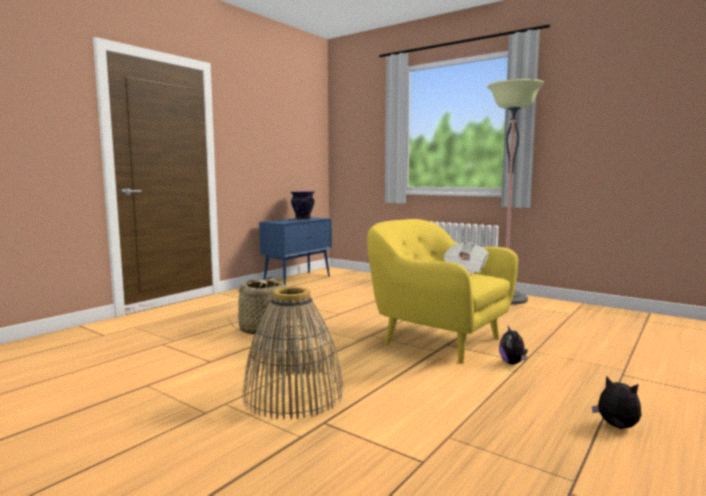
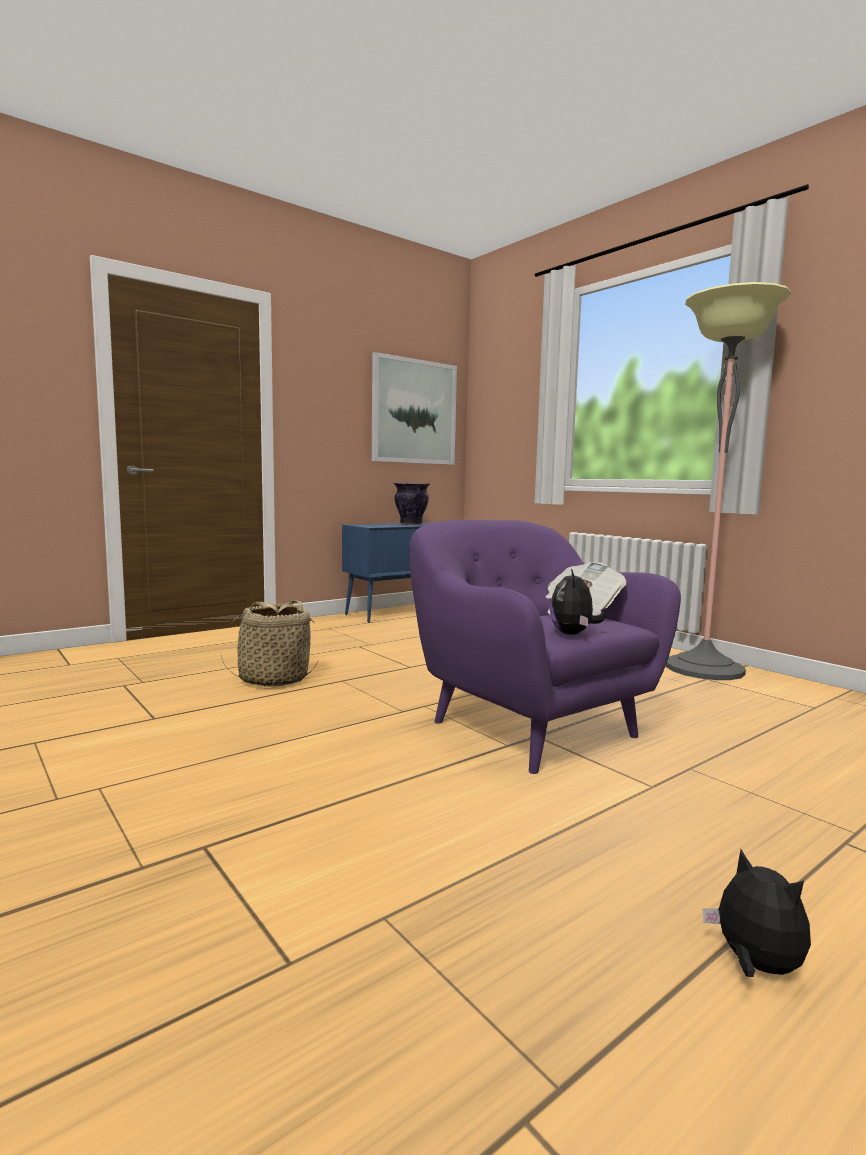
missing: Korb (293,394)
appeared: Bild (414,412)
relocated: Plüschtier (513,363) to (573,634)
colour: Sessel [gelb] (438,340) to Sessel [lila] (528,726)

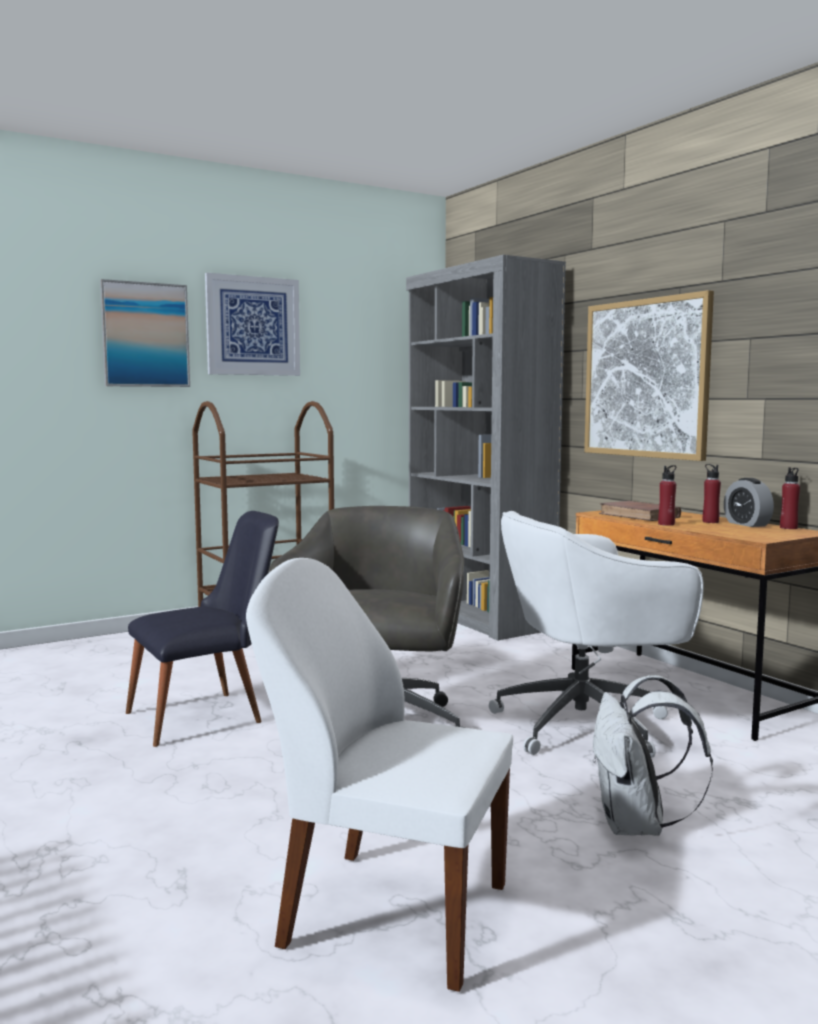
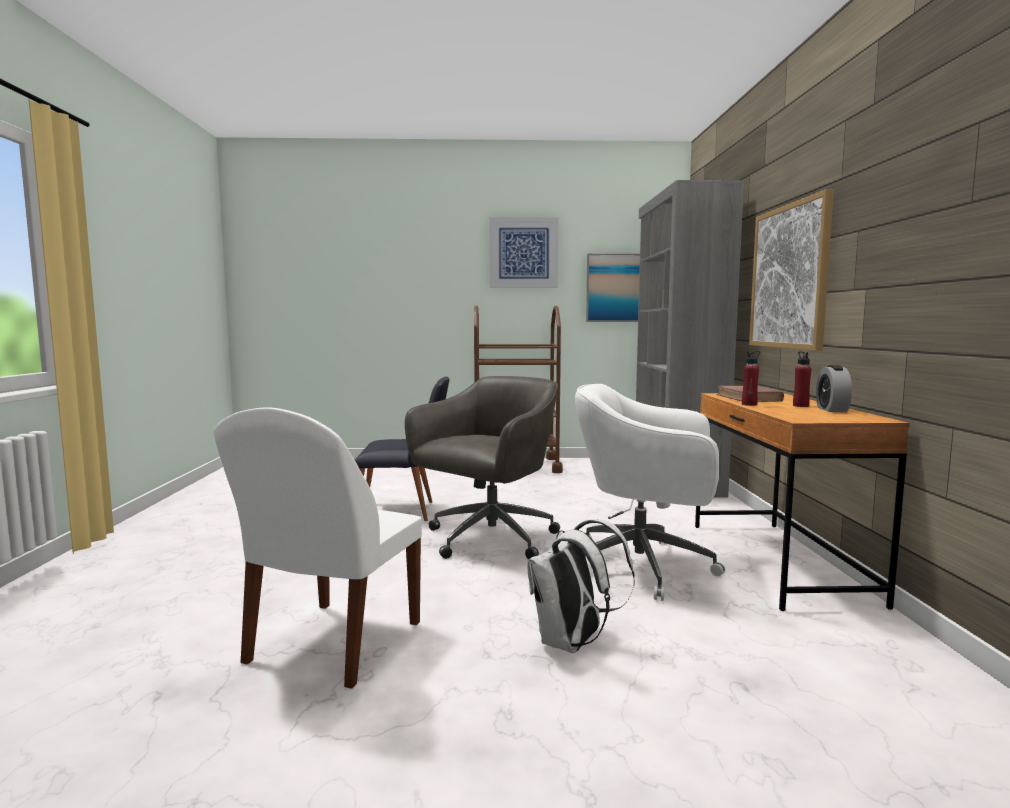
missing: Flasche [rot] (788,528)
relocated: Bild (145,335) to (613,288)
spun: Stuhl [weiß] (389,913) = (332,645) 120 degrees counterclockwise

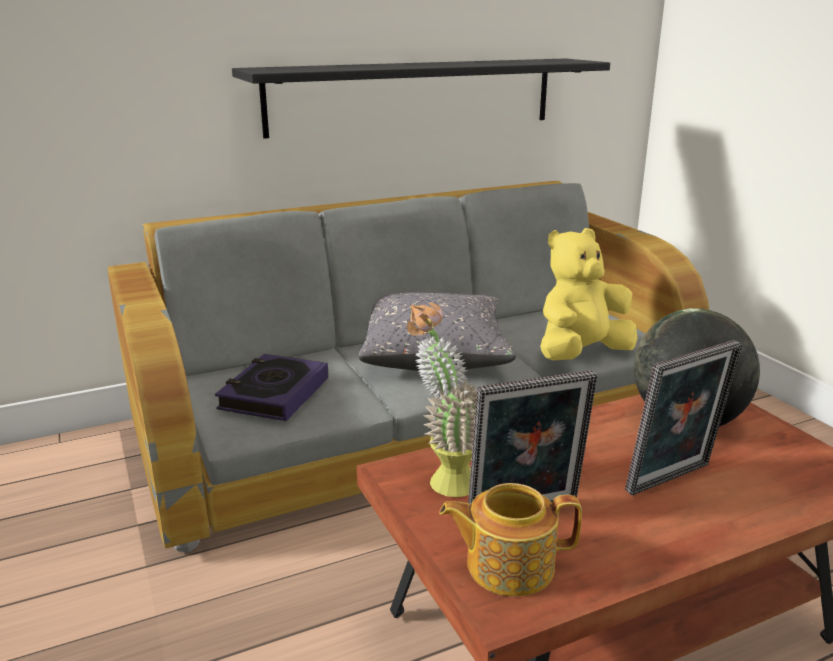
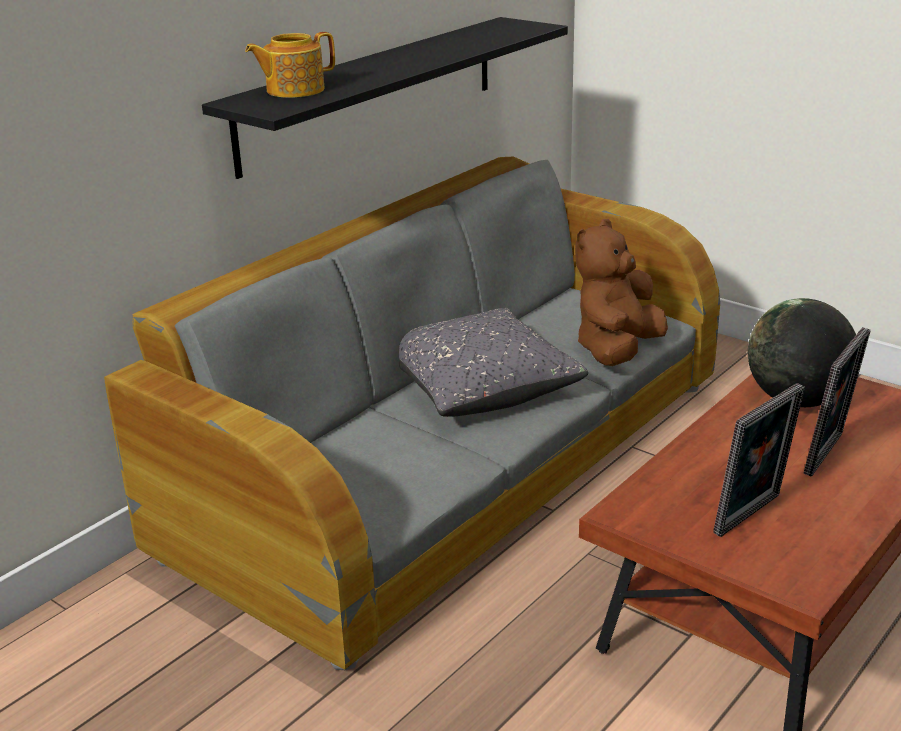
missing: Buch (274,394); Topfpflanze (443,478)
relocated: Teekanne (507,565) to (294,90)
colour: Plüschtier [gelb] (581,354) to Plüschtier [braun] (617,351)

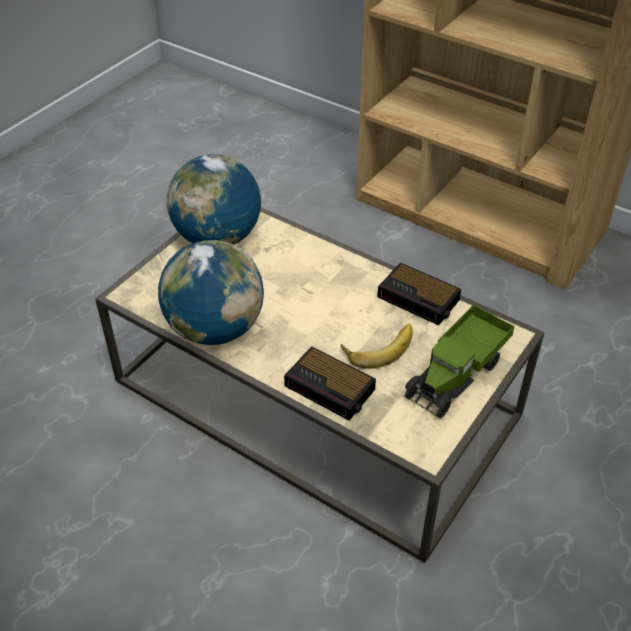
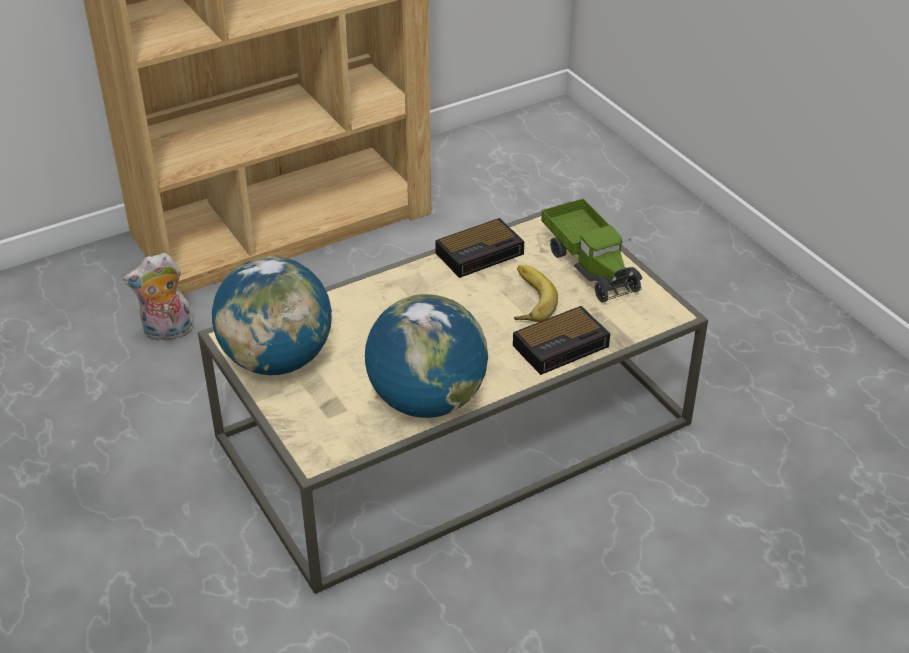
appeared: Plüschtier (167,333)

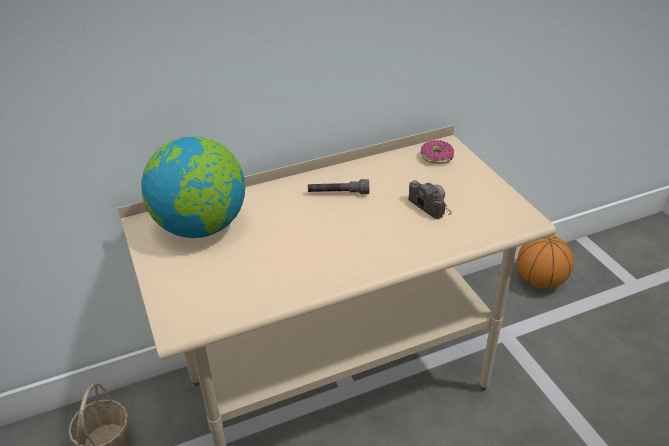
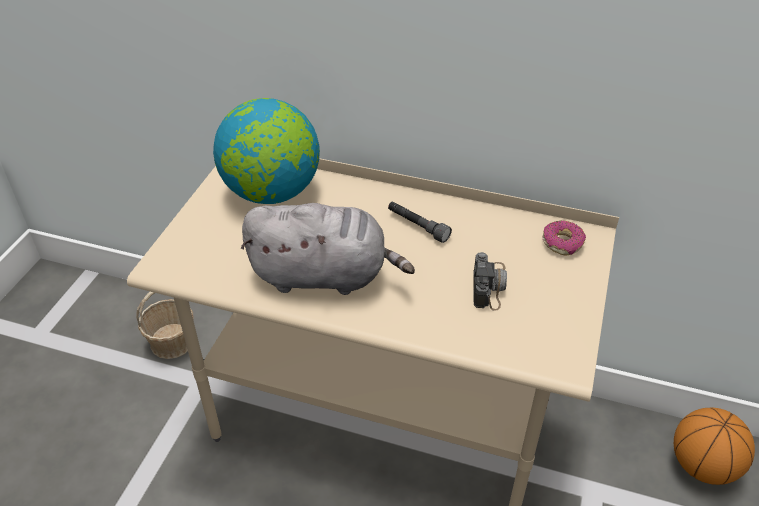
appeared: Plüschtier [grau] (324,276)

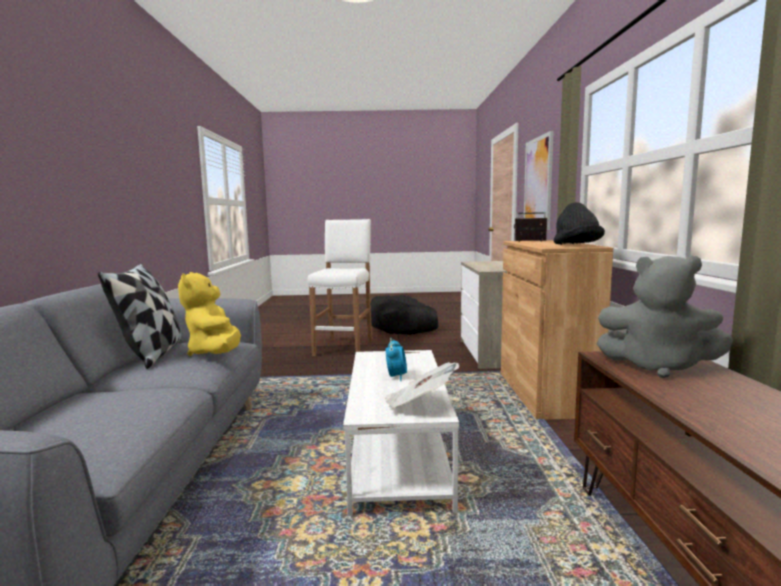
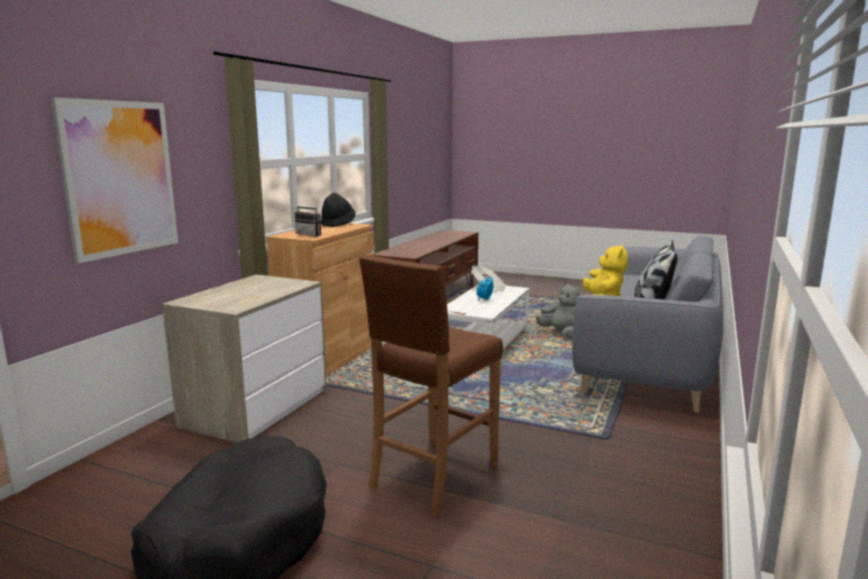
relocated: Plüschtier [grau] (657,367) to (561,334)
colour: Hocker [weiß] (344,347) to Hocker [braun] (433,476)

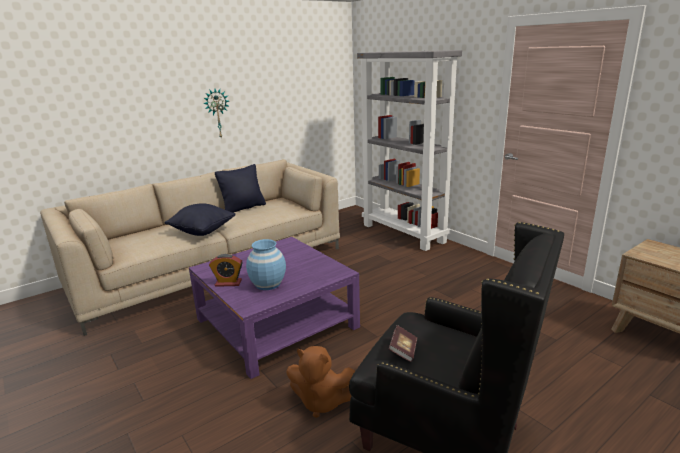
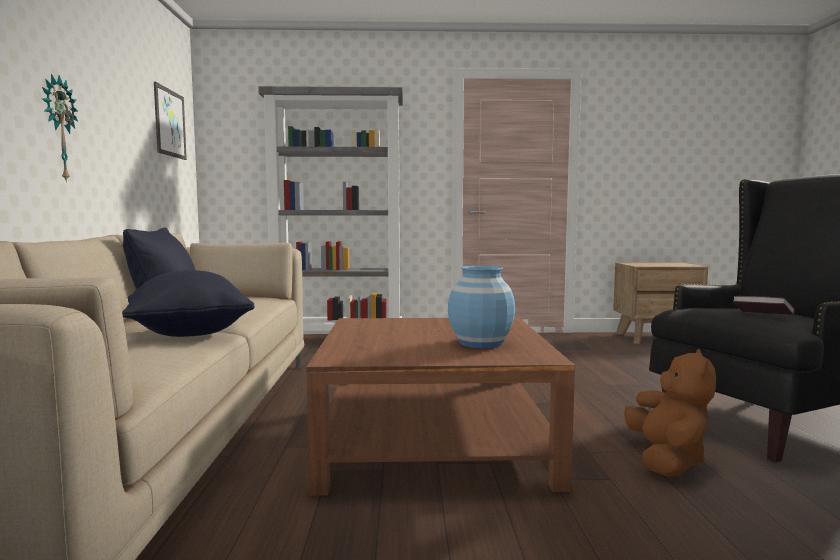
missing: Wecker (228,283)
appeared: Bild (170,123)
colour: Couchtisch [lila] (276,323) to Couchtisch [braun] (433,440)
spun: Plüschtier [braun] (322,401) = (667,460) 45 degrees counterclockwise

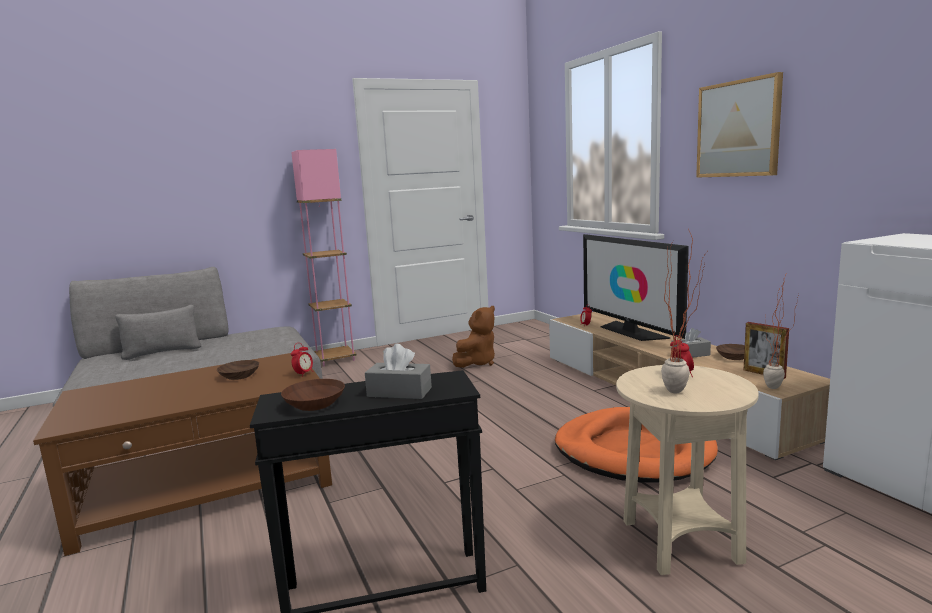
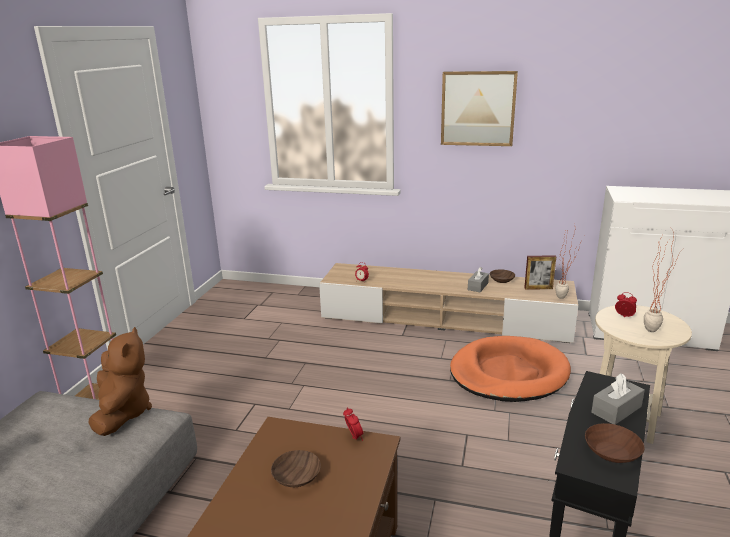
missing: Fernseher (631,331)
relocated: Plüschtier [braun] (477,363) to (123,413)

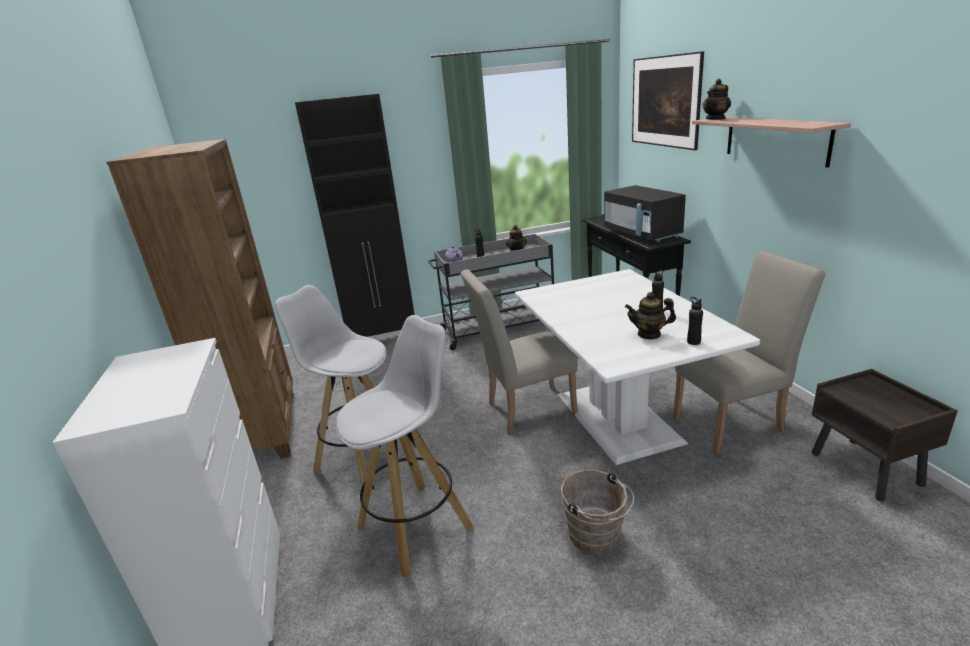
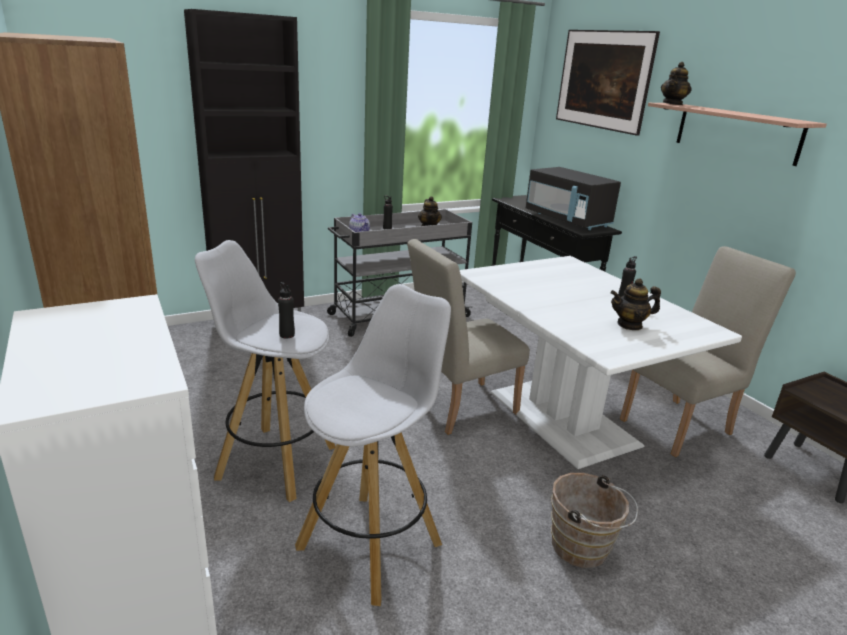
relocated: Flasche [schwarz] (693,342) to (287,335)

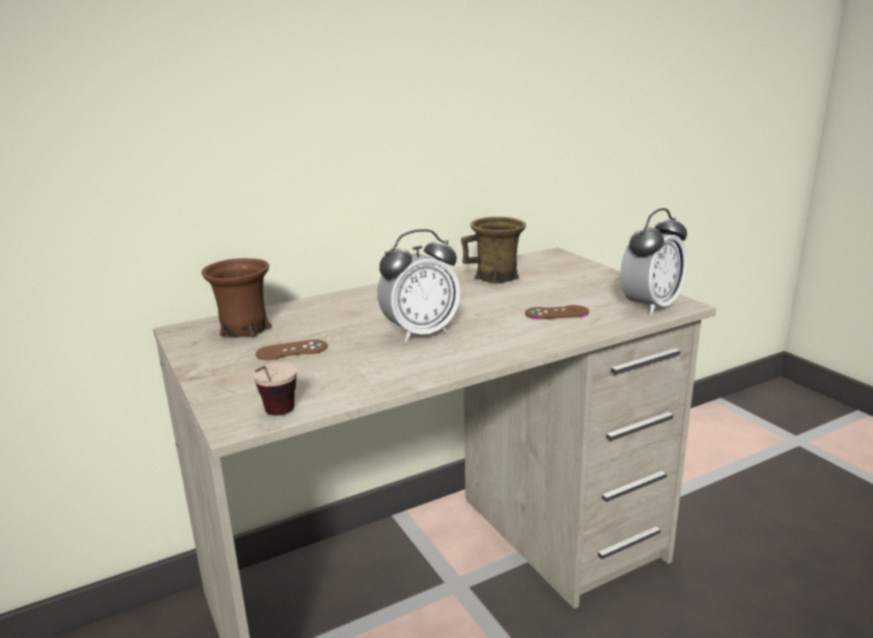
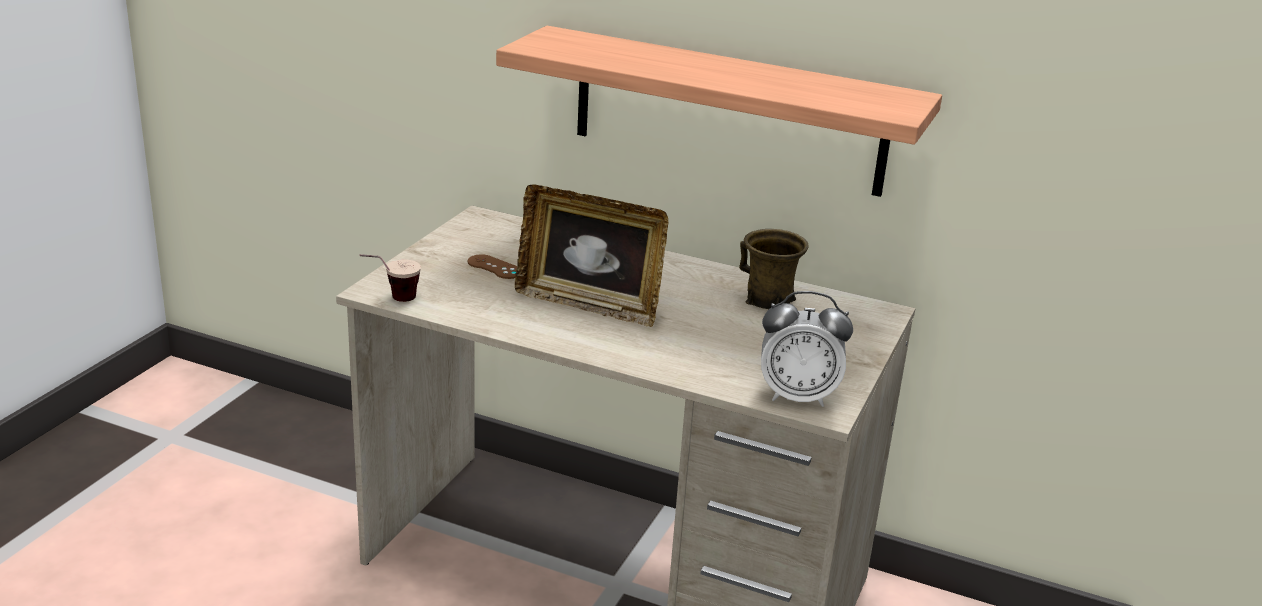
missing: Henkelbecher [braun] (243,329); Gamepad [braun] (557,313)
appeared: Wandregal (728,111)
exchanged: Wecker (420,333) to Bilderrahmen (589,304)

